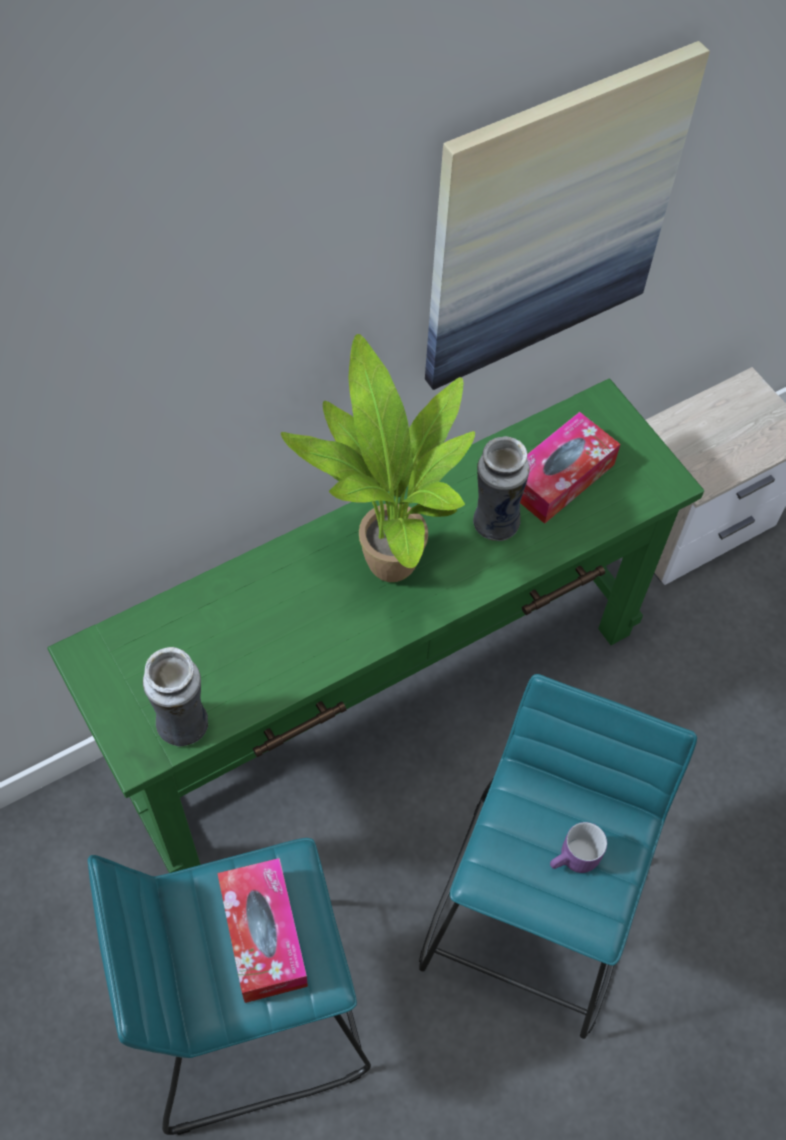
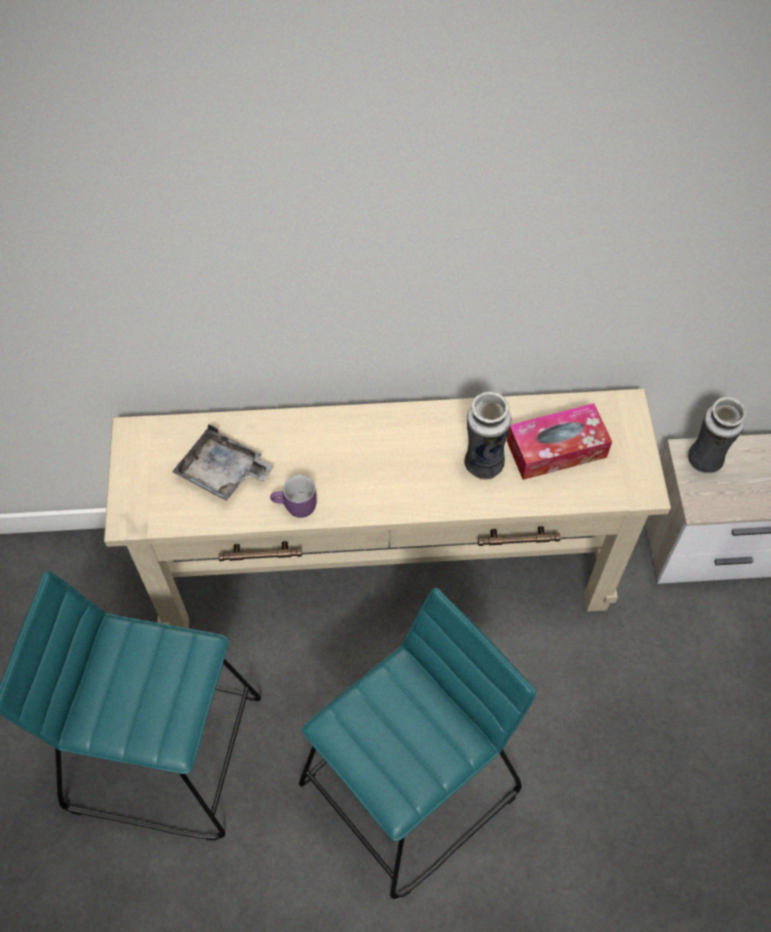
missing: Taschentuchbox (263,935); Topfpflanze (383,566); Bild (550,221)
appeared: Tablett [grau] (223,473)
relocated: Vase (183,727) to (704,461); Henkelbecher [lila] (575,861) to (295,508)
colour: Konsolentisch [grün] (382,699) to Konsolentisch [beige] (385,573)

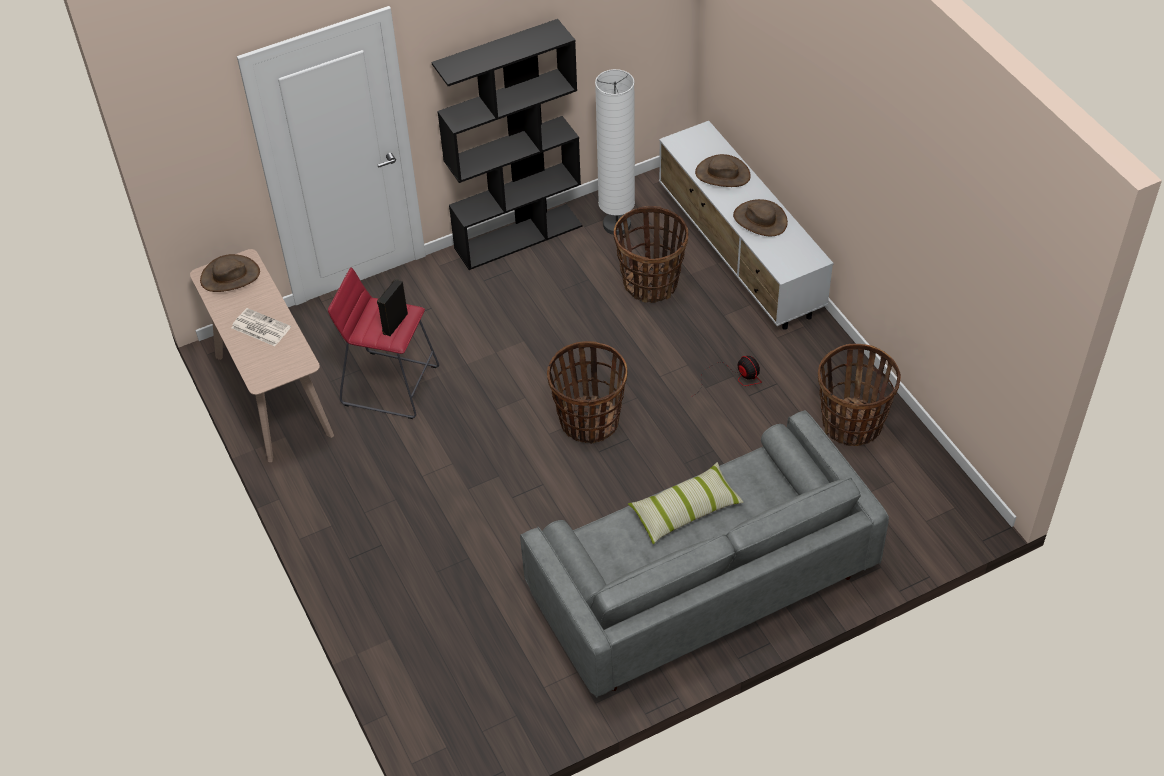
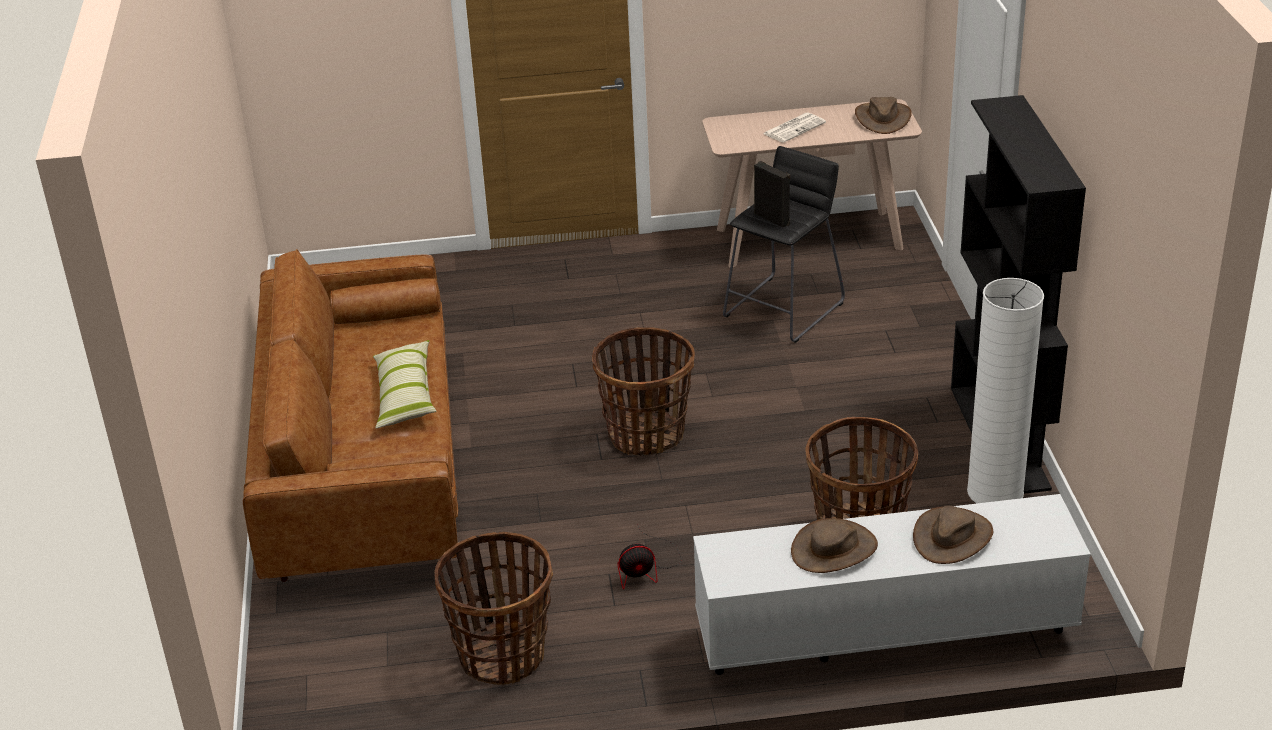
colour: Hocker [rot] (390,385) to Hocker [schwarz] (783,309); Sofa [grau] (701,584) to Sofa [braun] (364,467)

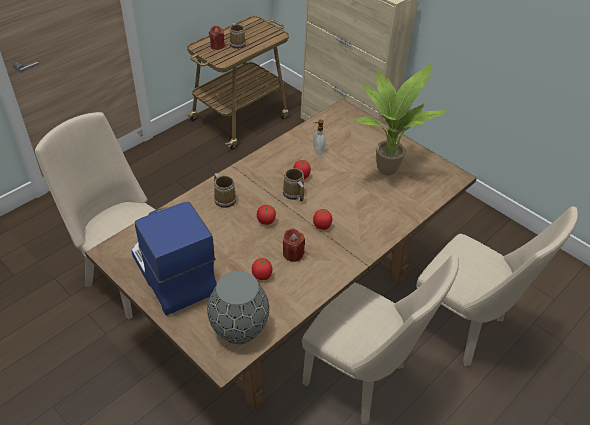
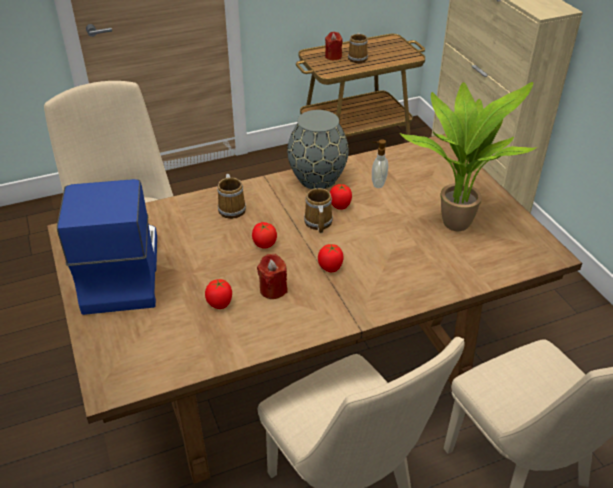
relocated: Vase [grau] (238,328) to (316,178)

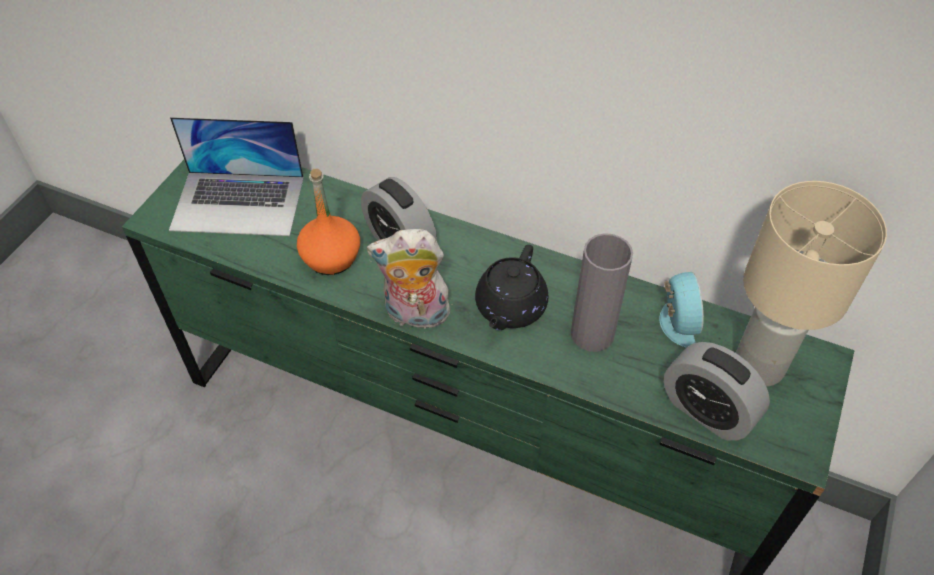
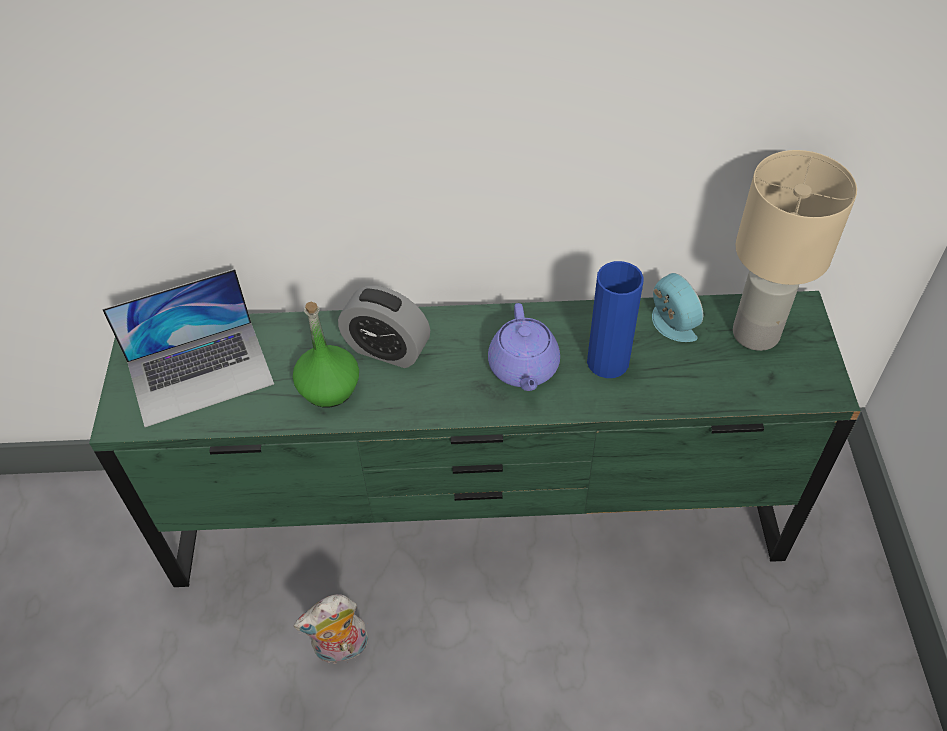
missing: Wecker (707,411)
relocated: Plüschtier (415,315) to (341,649)
colour: Flasche [orange] (331,257) to Flasche [grün] (329,388); Teekanne [schwarz] (510,308) to Teekanne [lila] (523,368); Vase [grau] (592,334) to Vase [blau] (607,362)

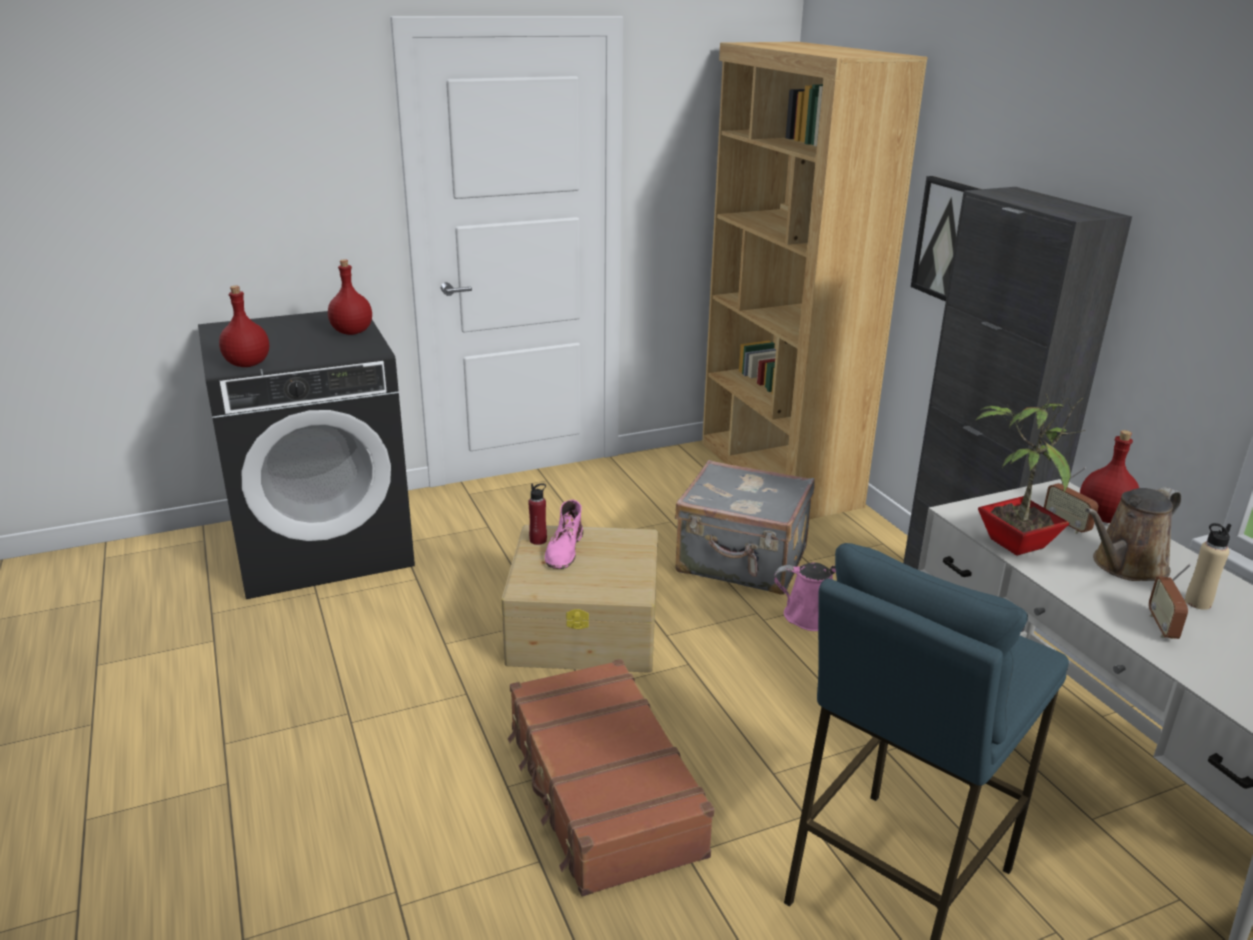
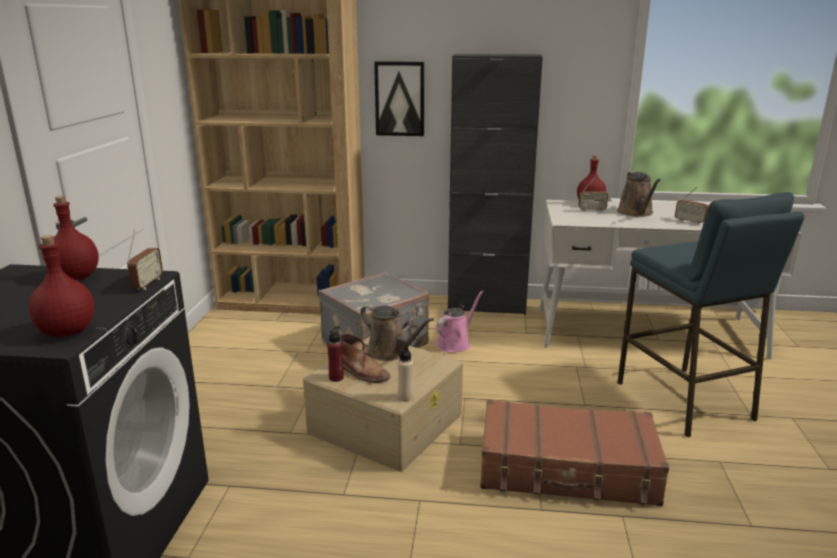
missing: Topfpflanze (1014,542)
appeared: Radio (147,284); Gießkanne [braun] (390,352)
relocated: Flasche [beige] (1197,602) to (405,397)
colour: Stiefel [rosa] (564,550) to Stiefel [braun] (362,371)

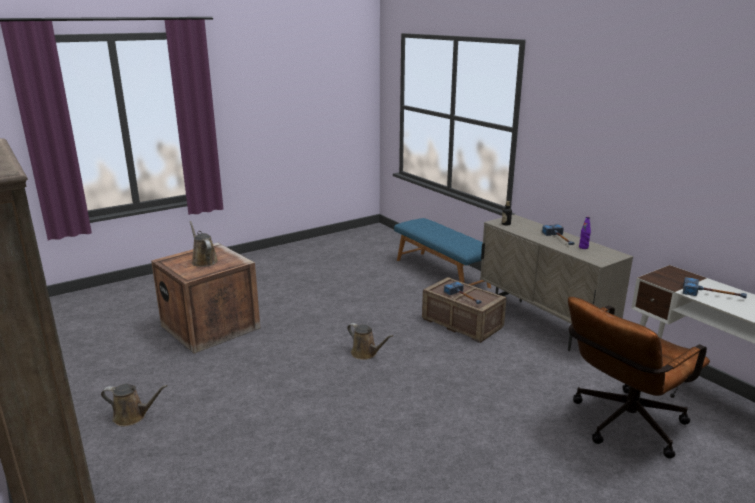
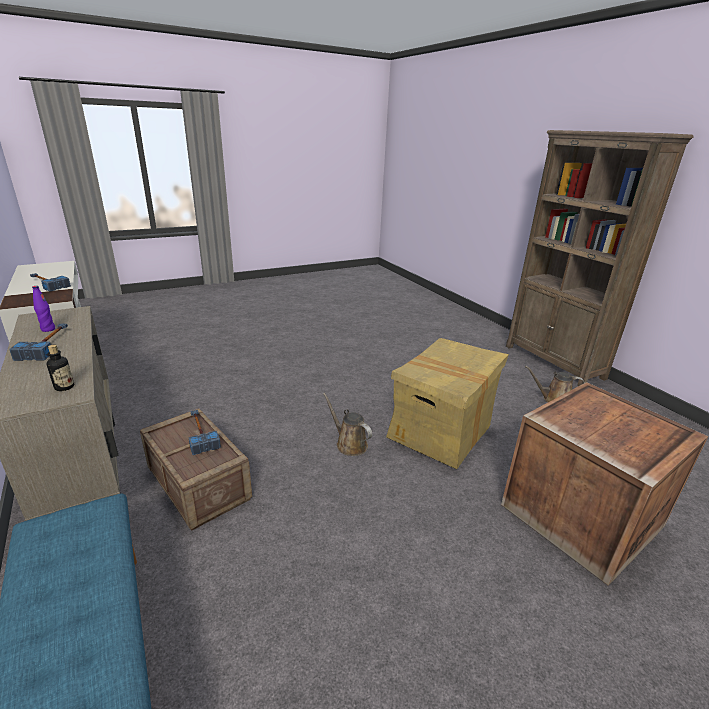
missing: Gießkanne [braun] (203,261); Bürostuhl [braun] (622,425)
appeared: Karton (440,432)

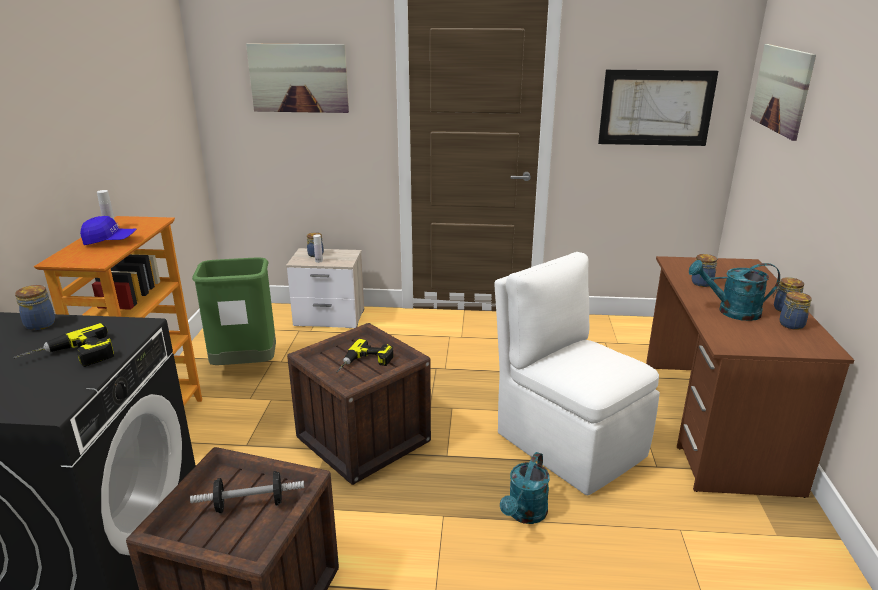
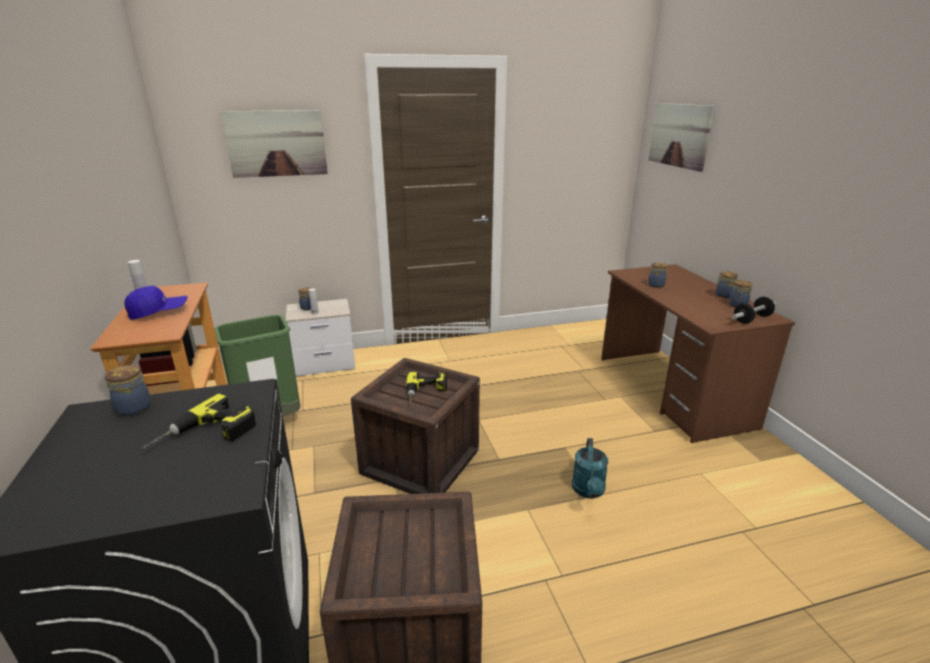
missing: Stuhl [weiß] (568,442); Bild (656,108); Gießkanne [türkis] (731,311)
relocated: Hantel (250,504) to (752,319)

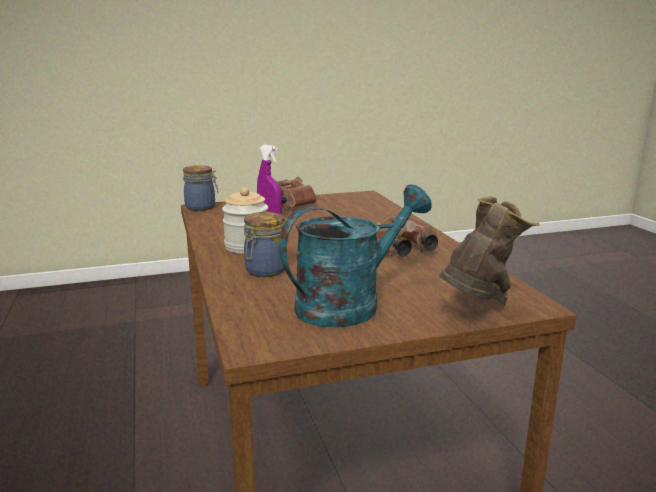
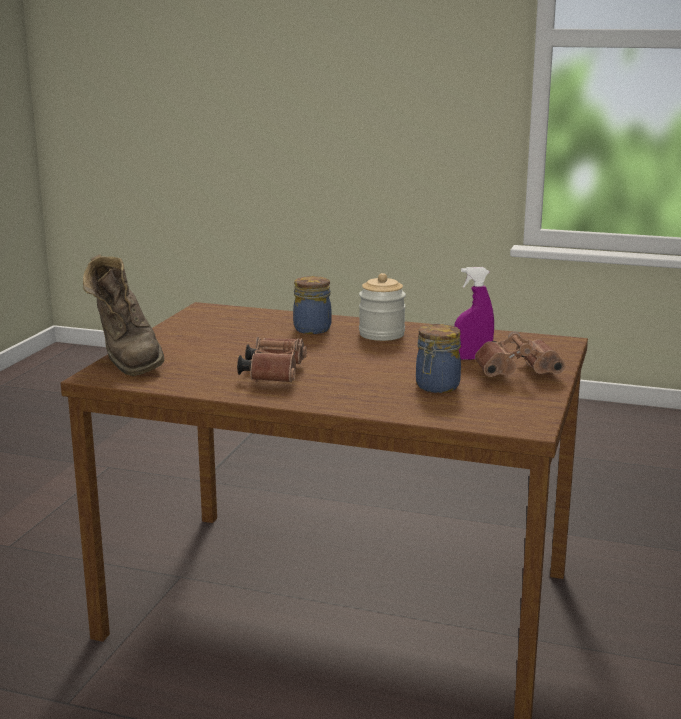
missing: Gießkanne [türkis] (349,304)
relocated: Vorratsglas (202,207) to (436,387)

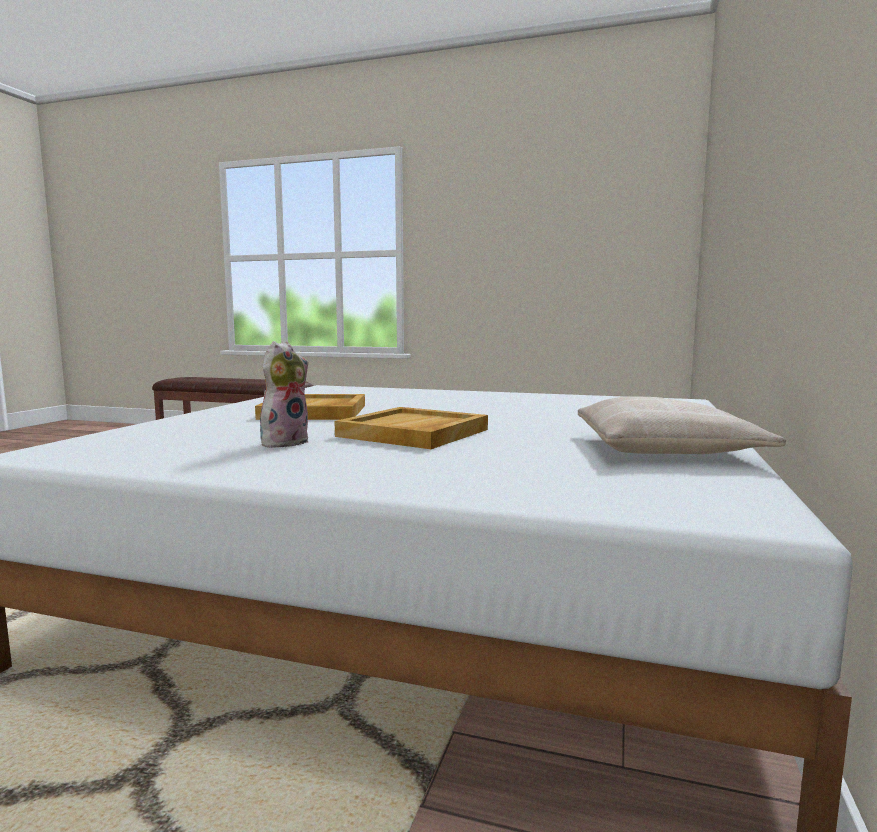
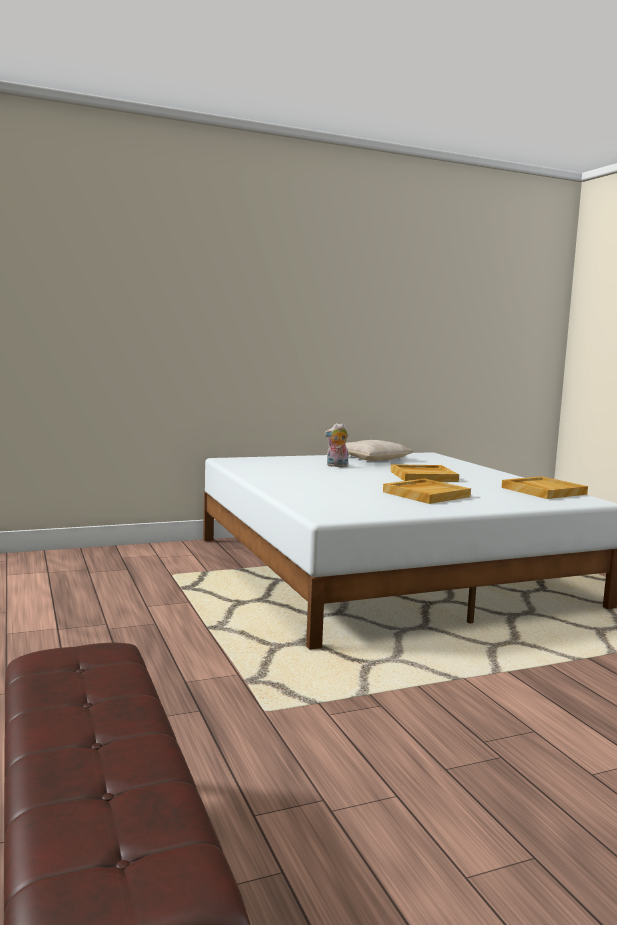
appeared: Tablett [beige] (542,491)
relocated: Plüschtier (284,442) to (336,466)

